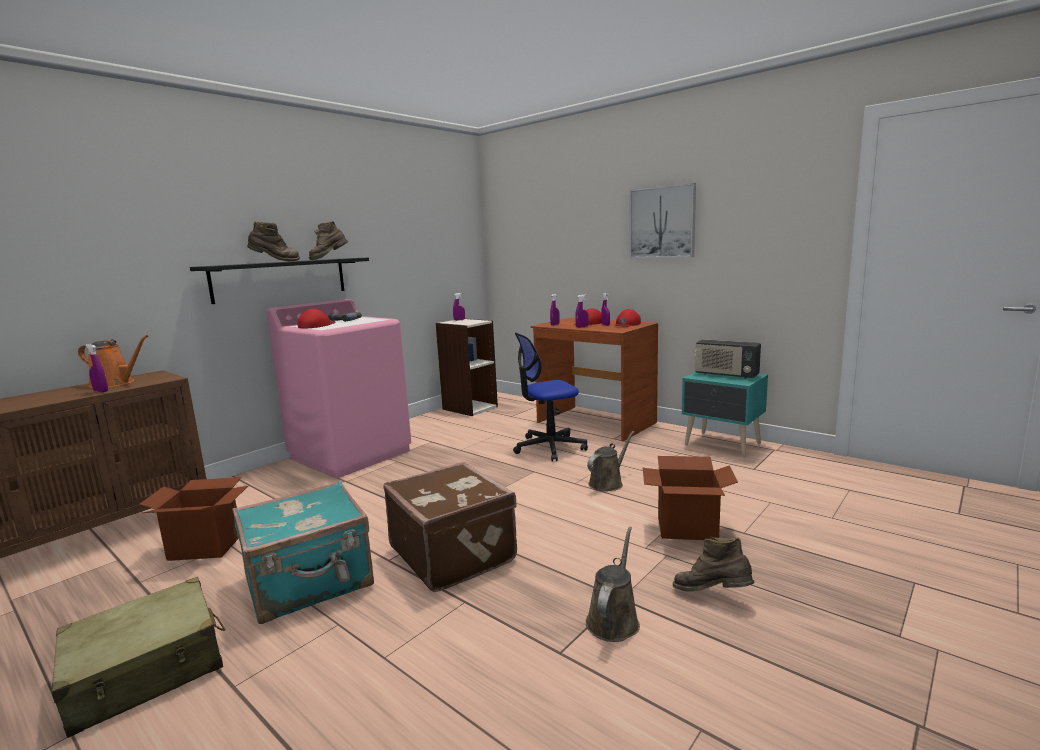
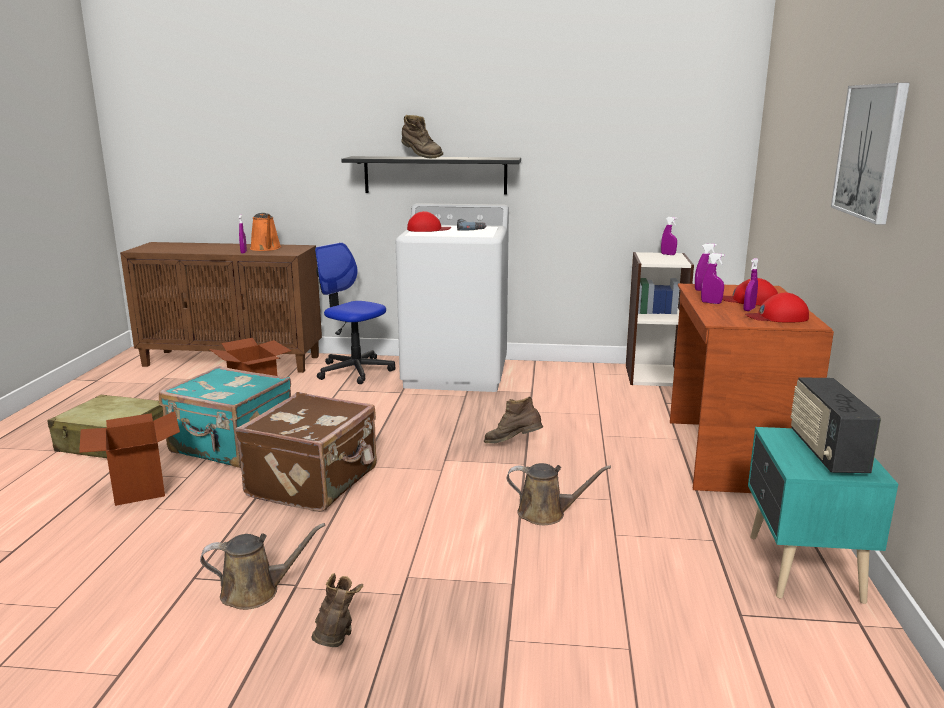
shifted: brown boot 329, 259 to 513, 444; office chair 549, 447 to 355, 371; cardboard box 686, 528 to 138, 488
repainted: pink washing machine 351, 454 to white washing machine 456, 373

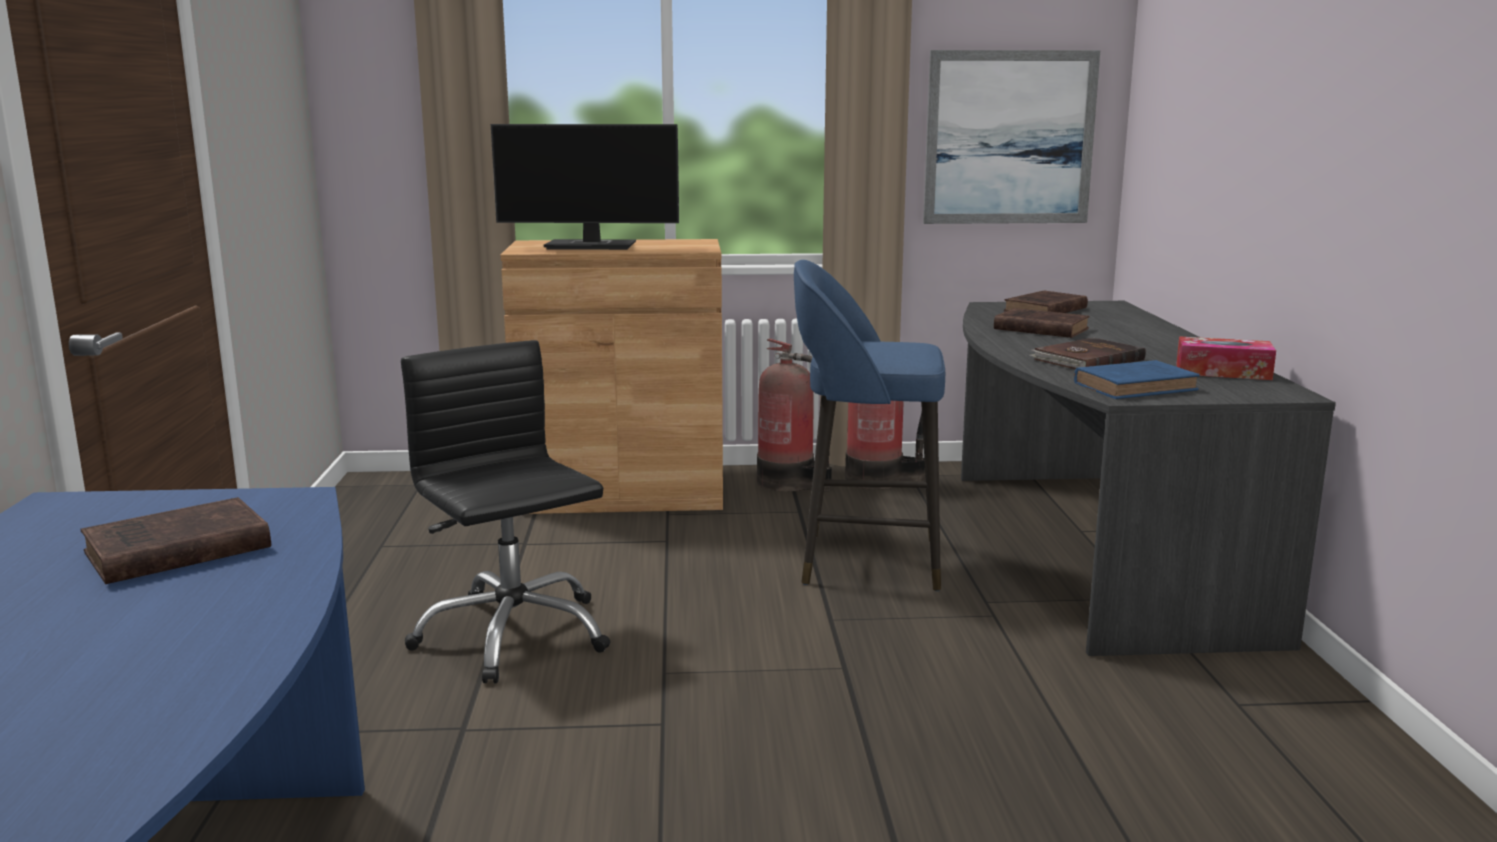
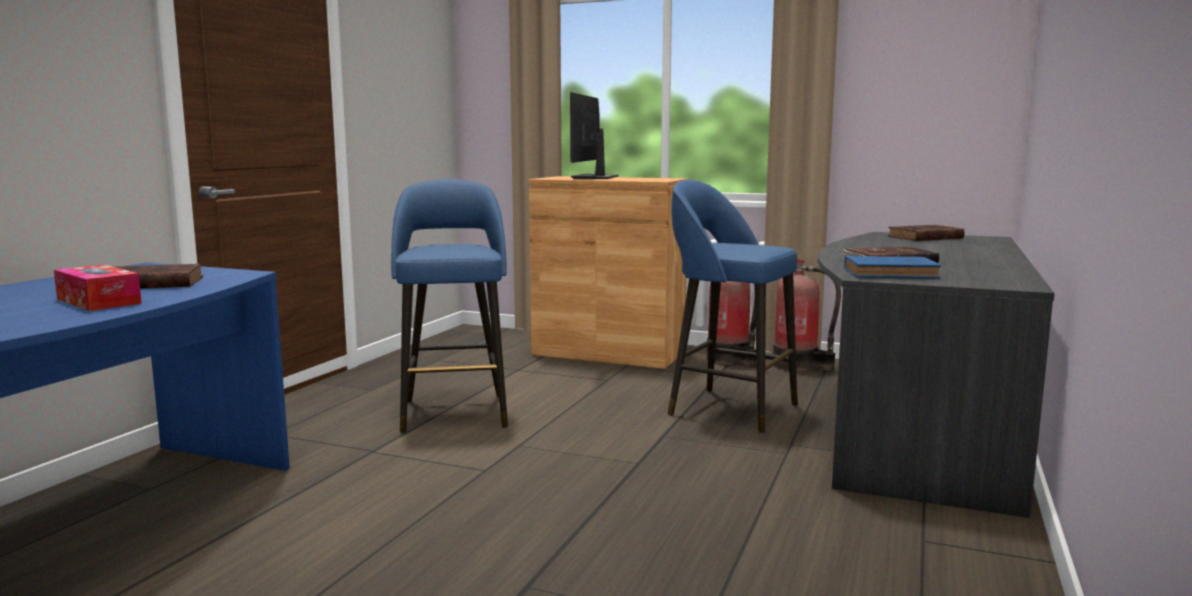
gone: picture 1009, 138; brown book 1038, 329
shifted: tissue box 1223, 372 to 98, 301
swapped: black office chair 512, 635 to blue stool 455, 412
rotated: monitor 593, 246 = 595, 178 75 degrees clockwise

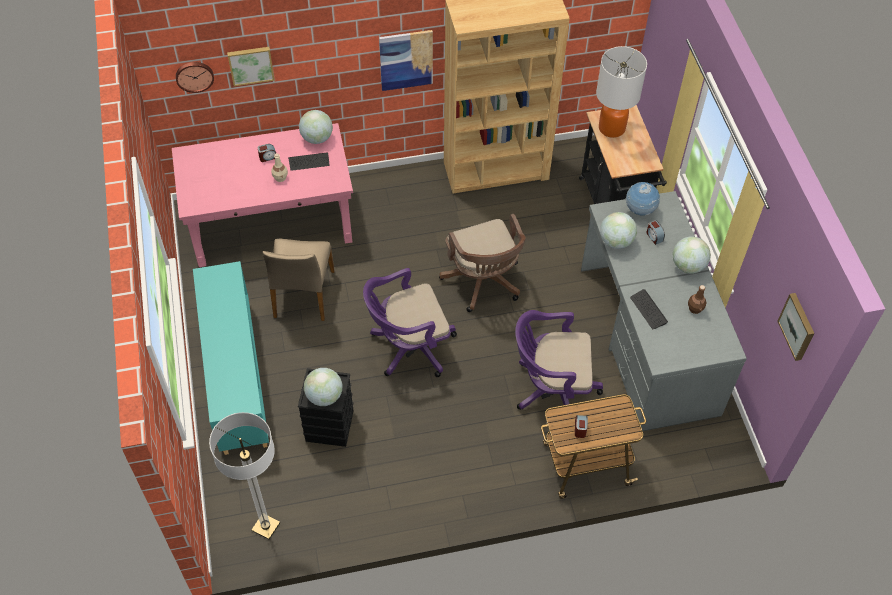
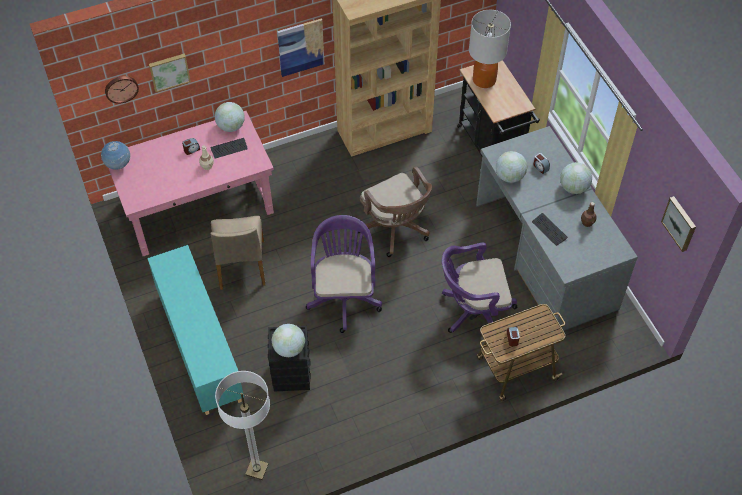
shifted: globe 640, 210 to 118, 165
rotated: purple office chair 408, 347 = 344, 296 120 degrees clockwise

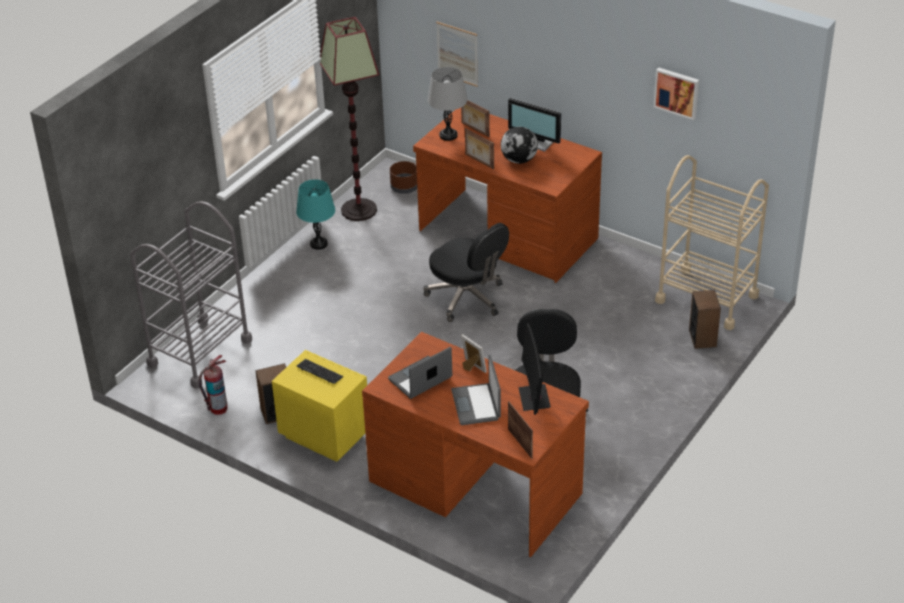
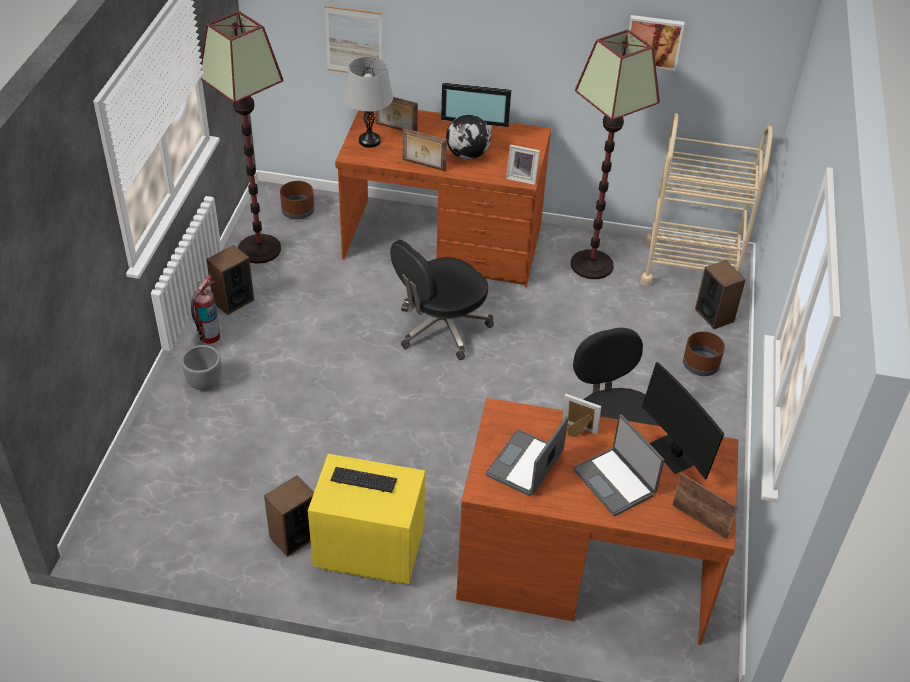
gone: grey cart 199, 352
new: floor lamp 592, 265; picture frame 522, 178; brown planter 701, 365; grey planter 204, 382
shifted: fire extinguisher 218, 408 to 209, 337
swapped: turquoise table lamp 319, 244 to speaker 233, 301
rotated: black office chair 467, 298 = 441, 328 120 degrees clockwise

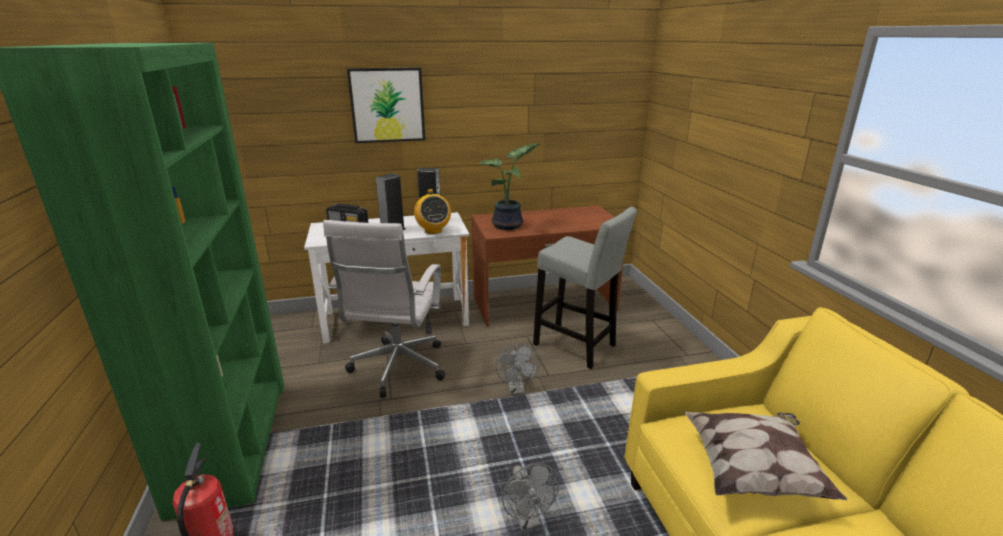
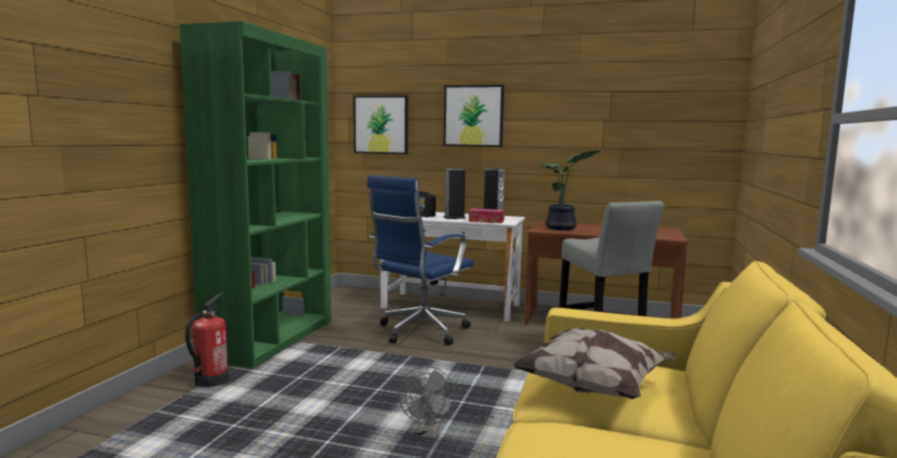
gone: grey fan 516, 390
new: picture 381, 124
swapped: radio 433, 231 to tissue box 486, 221
repainted: white office chair 397, 370 to blue office chair 420, 332

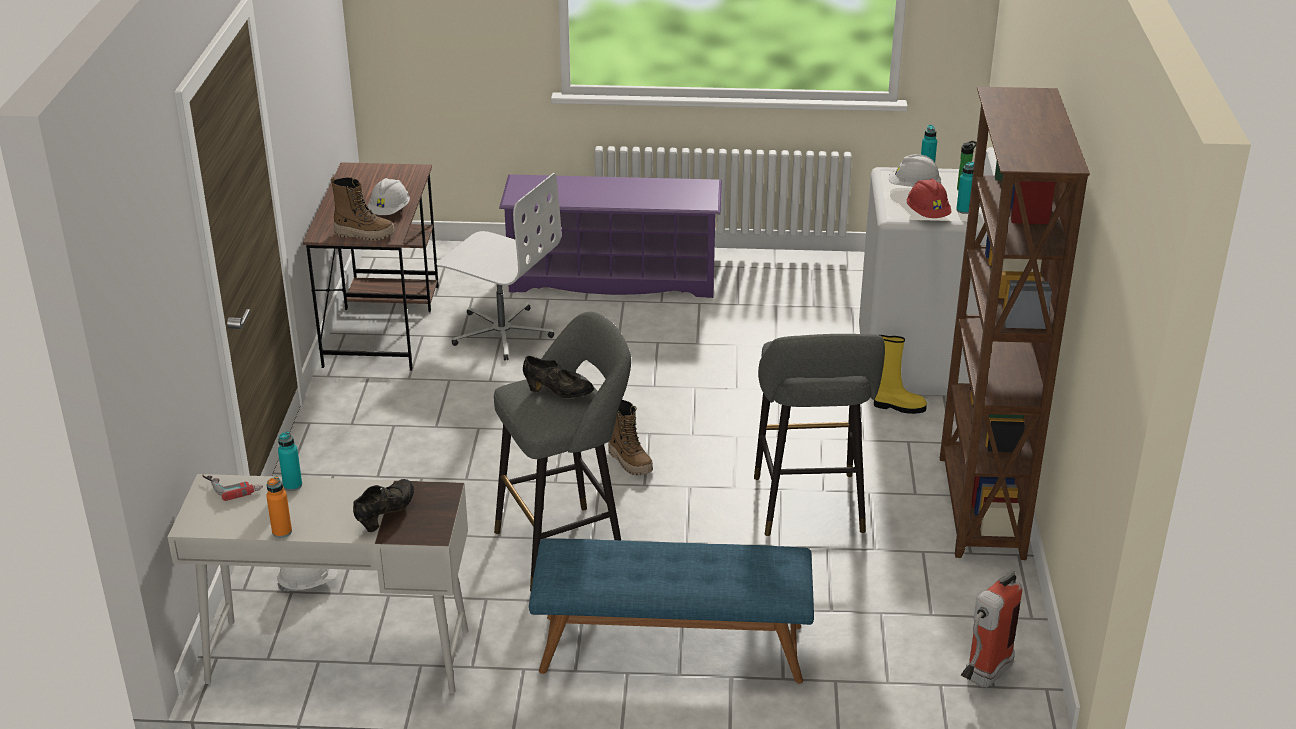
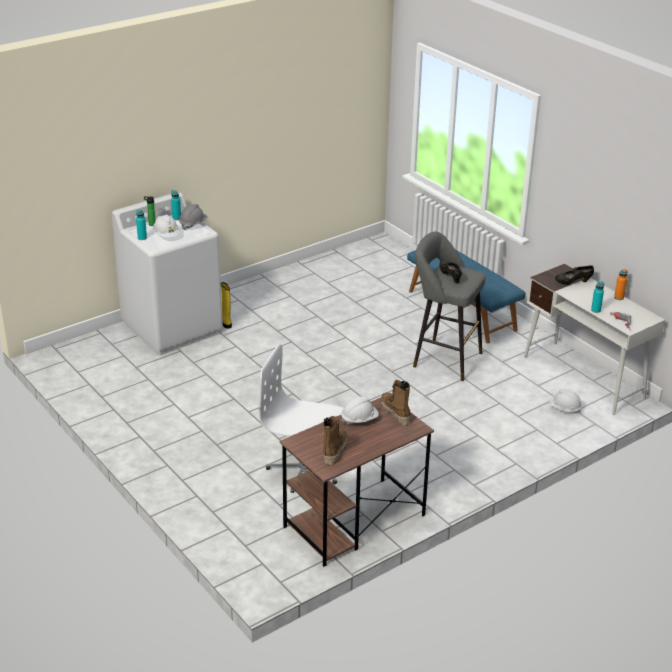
gone: brown bookcase 979, 508; purple shoe rack 613, 278; grey stool 810, 509; fire extinguisher 982, 678
shifted: boot 630, 462 to 334, 450
repainted: red hard hat 927, 214 to grey hard hat 193, 224
rotated: white office chair 502, 332 = 305, 470 60 degrees counterclockwise

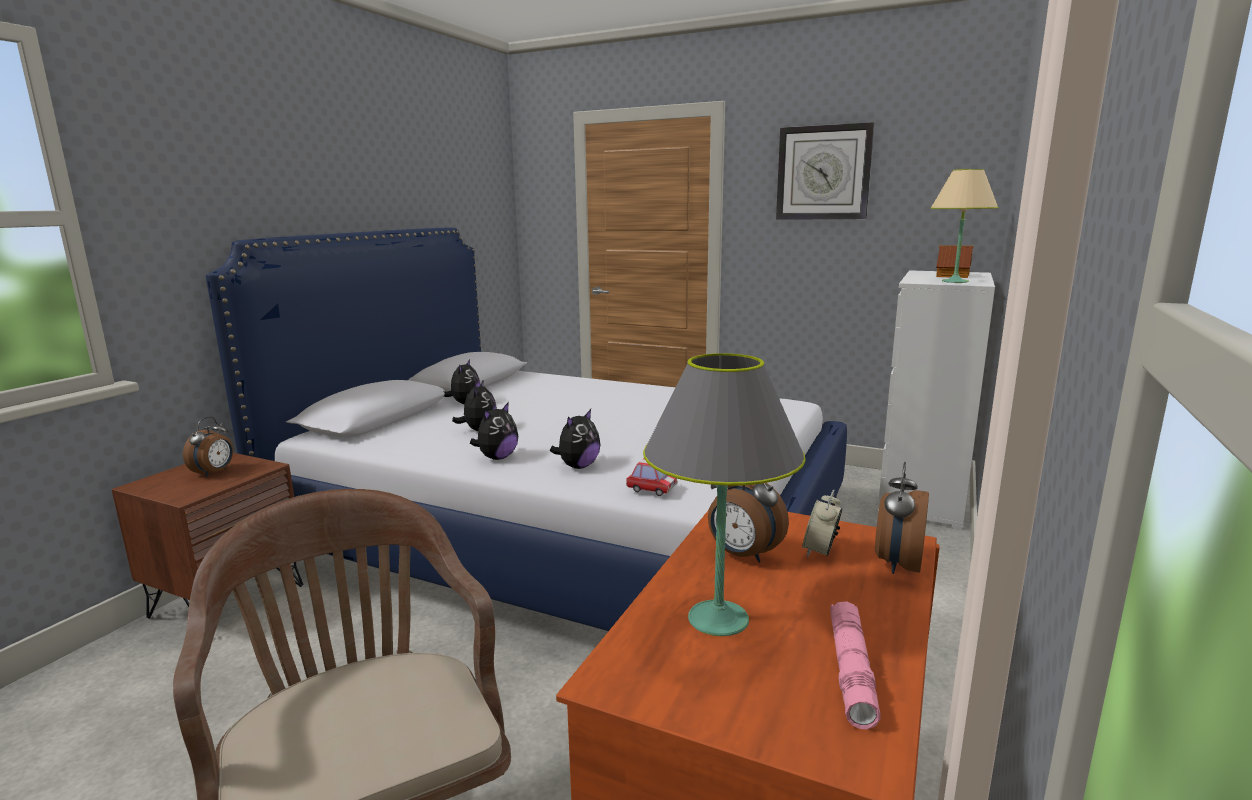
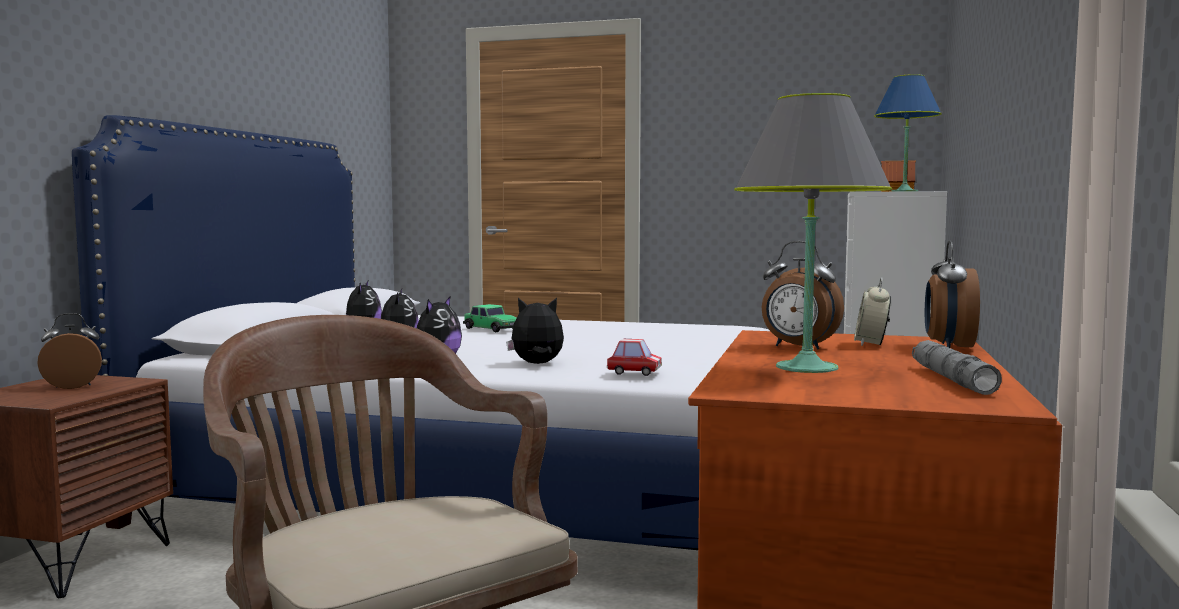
gone: wall clock 823, 173
new: toy car 492, 329
repainted: beige table lamp 955, 281 to blue table lamp 904, 191; pink flashlight 851, 670 to grey flashlight 952, 379
rotated: plush toy 578, 466 = 537, 364 120 degrees counterclockwise; alarm clock 214, 472 = 73, 386 120 degrees counterclockwise

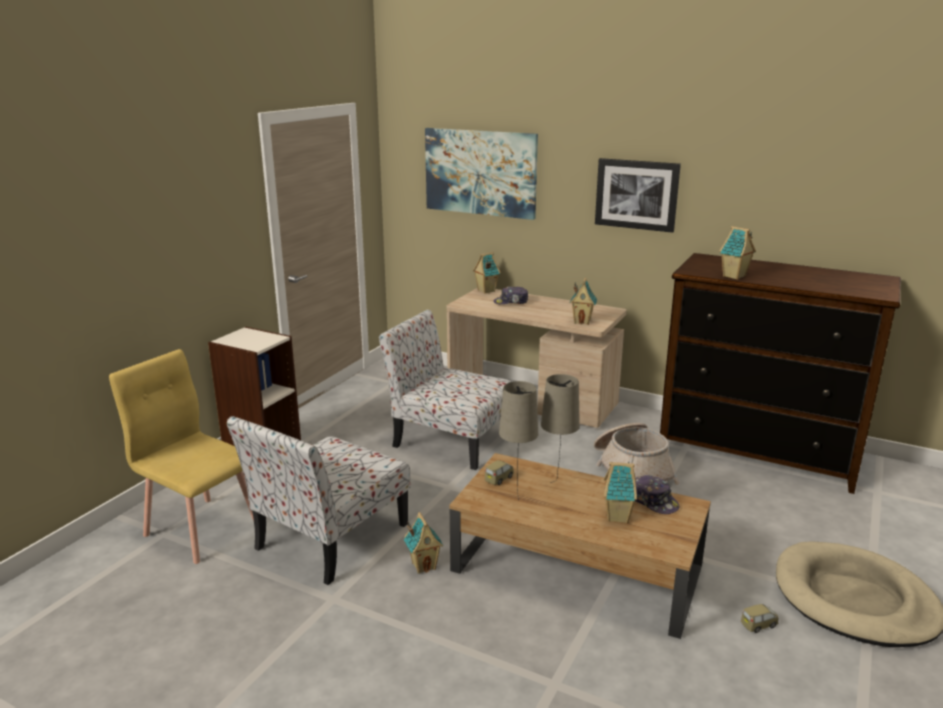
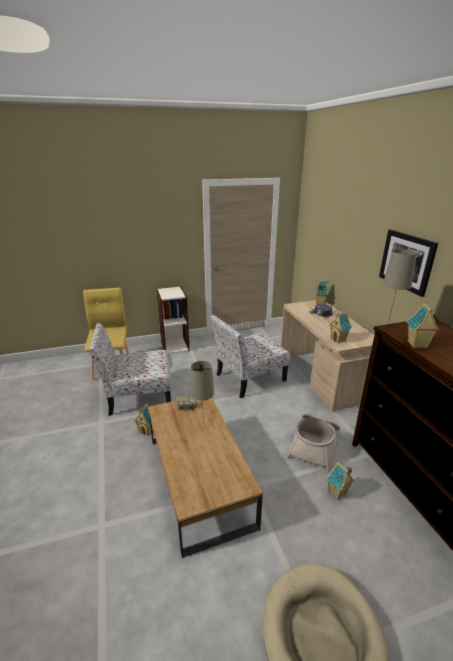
gone: picture 480, 172; cap 653, 501; toy car 759, 625
shifted: beige table lamp 516, 494 to 387, 328; toy house 618, 517 to 337, 493
rotated: chair 450, 440 = 249, 378 105 degrees counterclockwise

